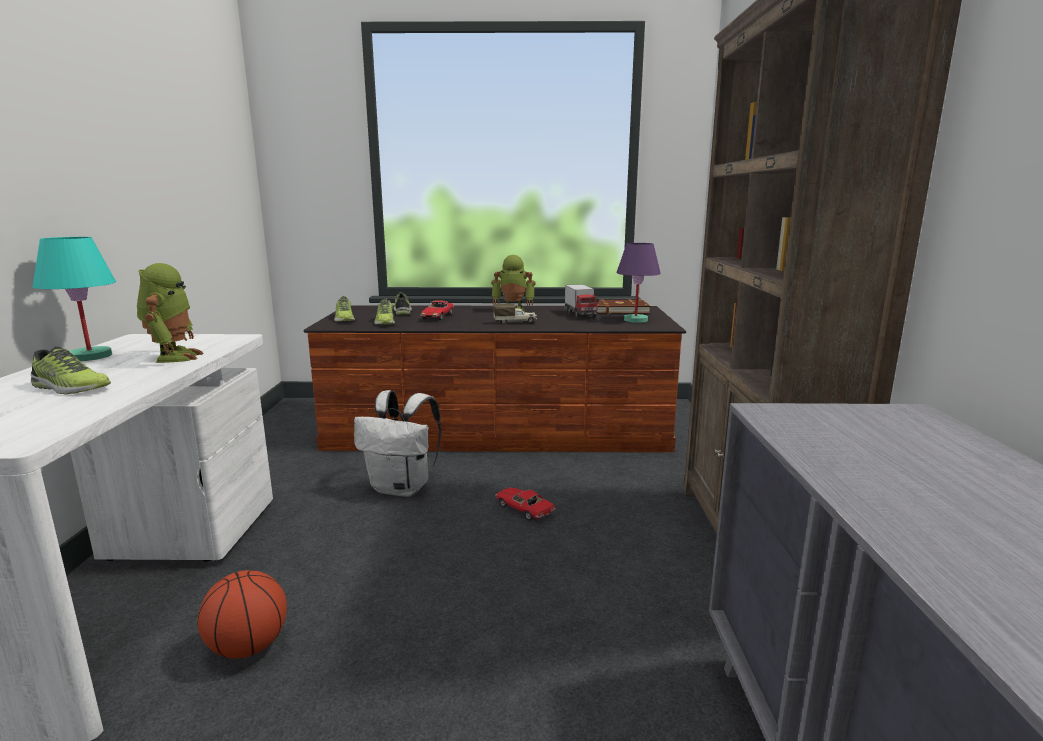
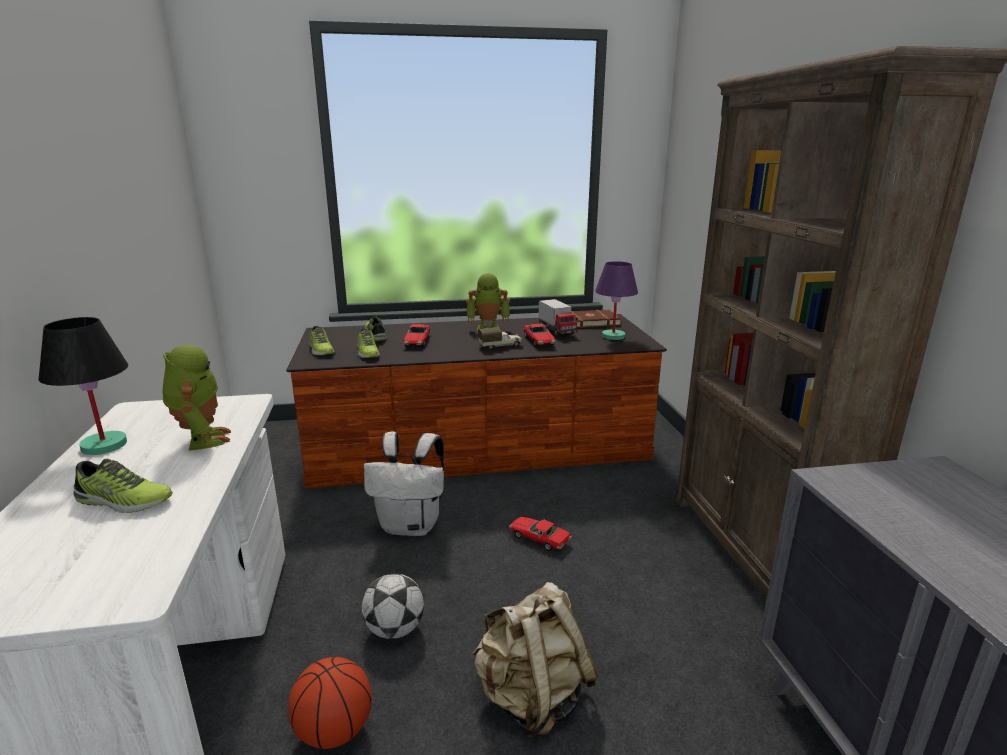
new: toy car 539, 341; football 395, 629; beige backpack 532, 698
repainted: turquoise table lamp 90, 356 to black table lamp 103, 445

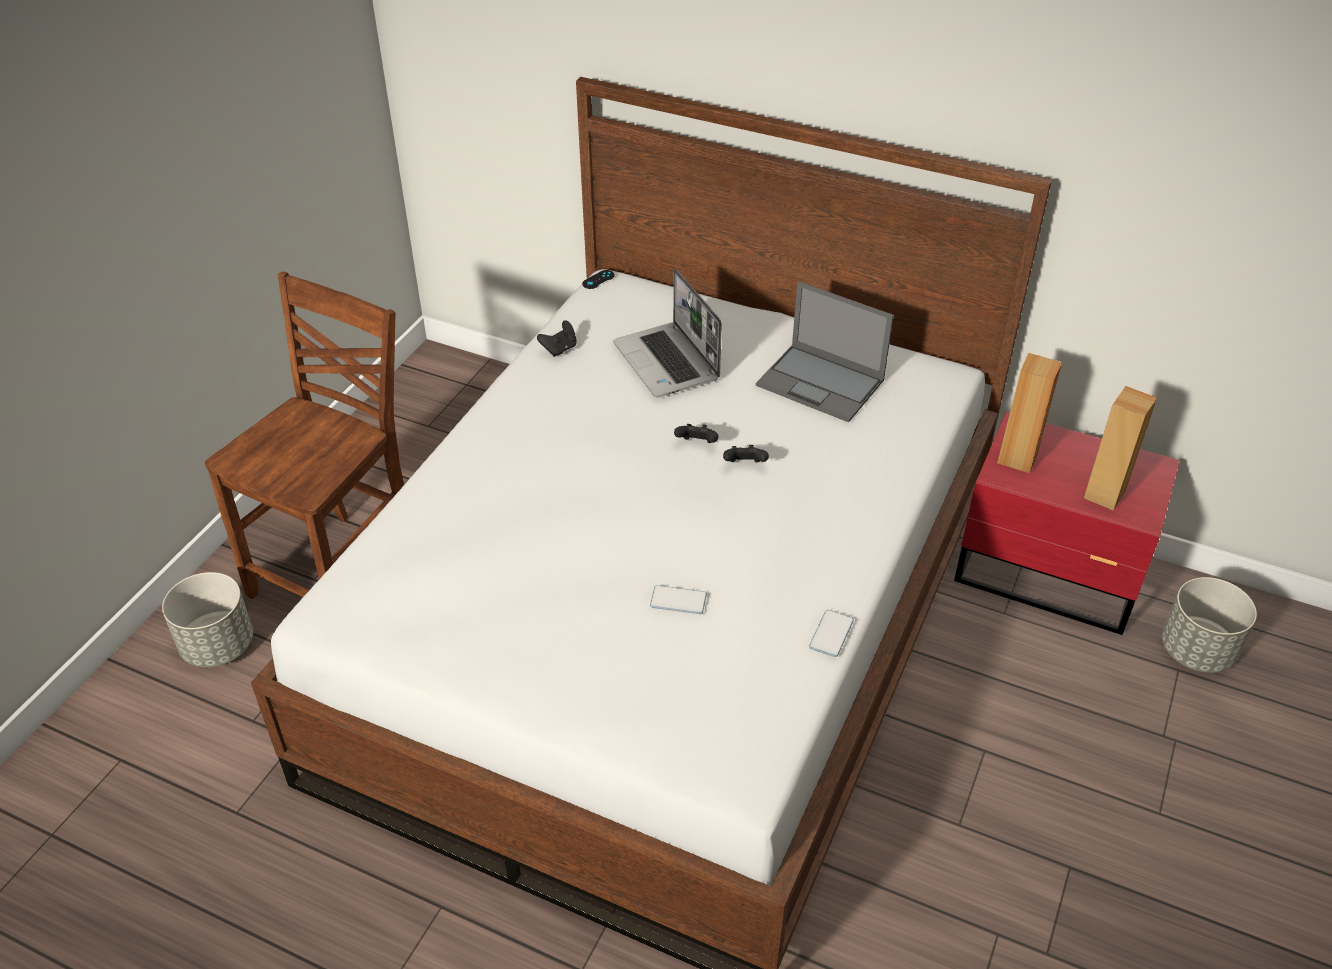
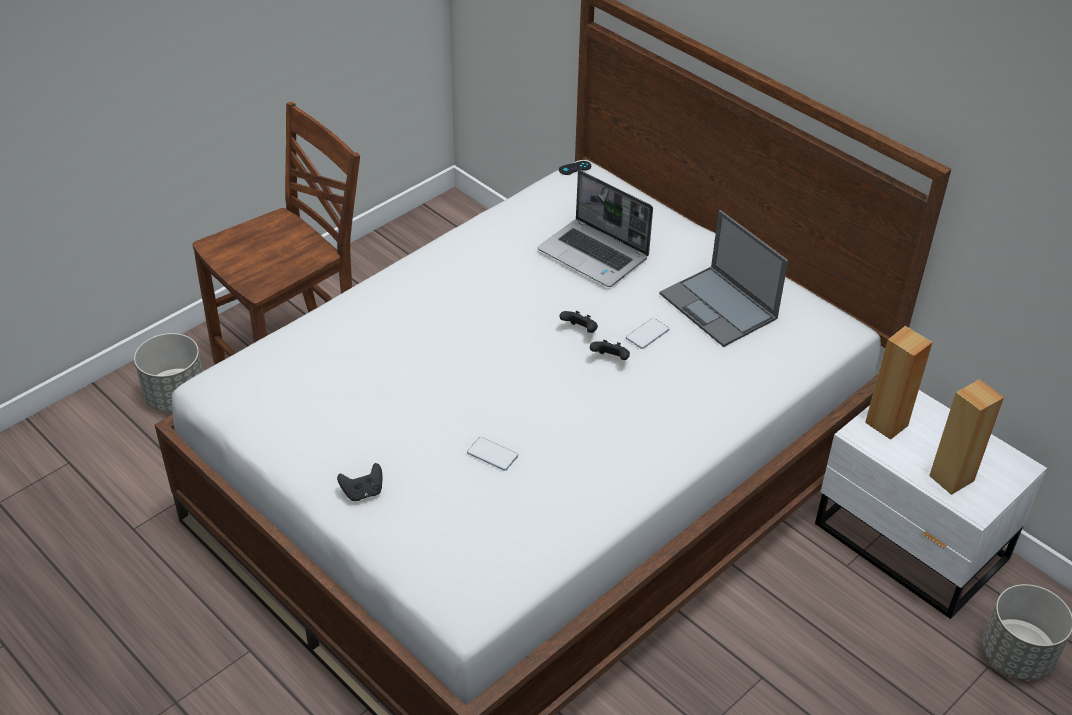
shifted: black game controller 559, 349 to 363, 492; phone 831, 634 to 647, 334
repainted: red nightstand 1050, 574 to white nightstand 911, 545
rotated: laptop 668, 362 = 594, 255 45 degrees counterclockwise

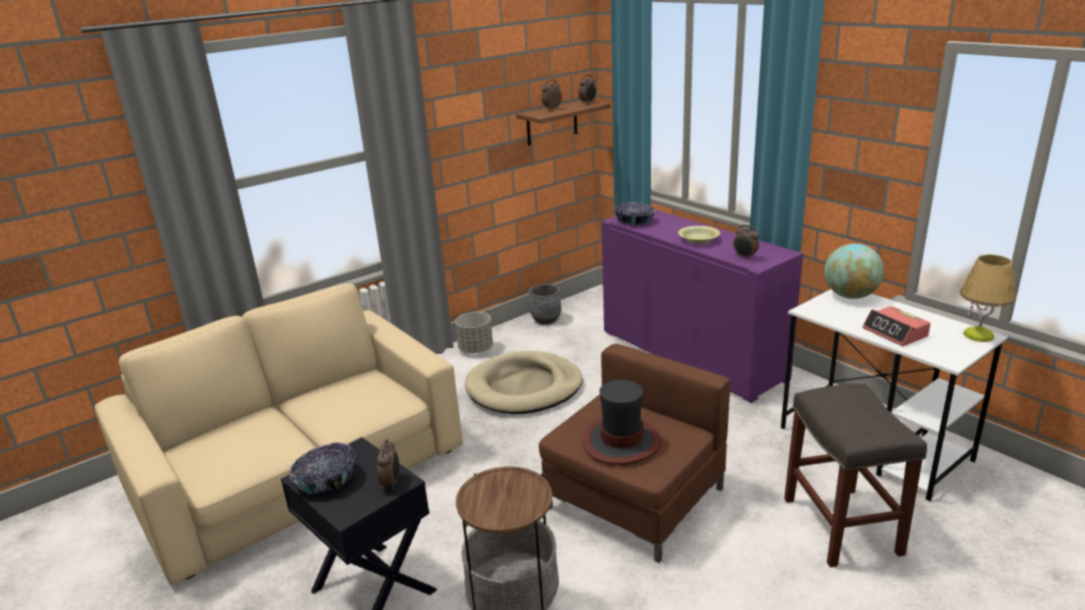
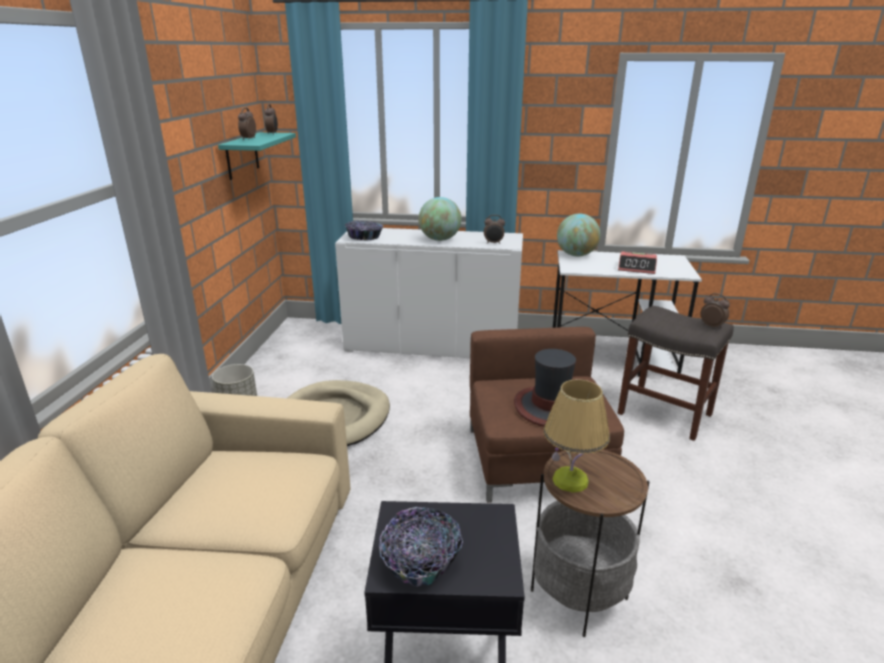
gone: grey planter 546, 319
shifted: table lamp 978, 335 to 570, 480; alarm clock 391, 483 to 712, 326
swapped: yellow bowl 698, 240 to globe 440, 239
repainted: brown shelf 552, 123 to turquoise shelf 242, 156; purple cabinet 691, 355 to white cabinet 432, 345

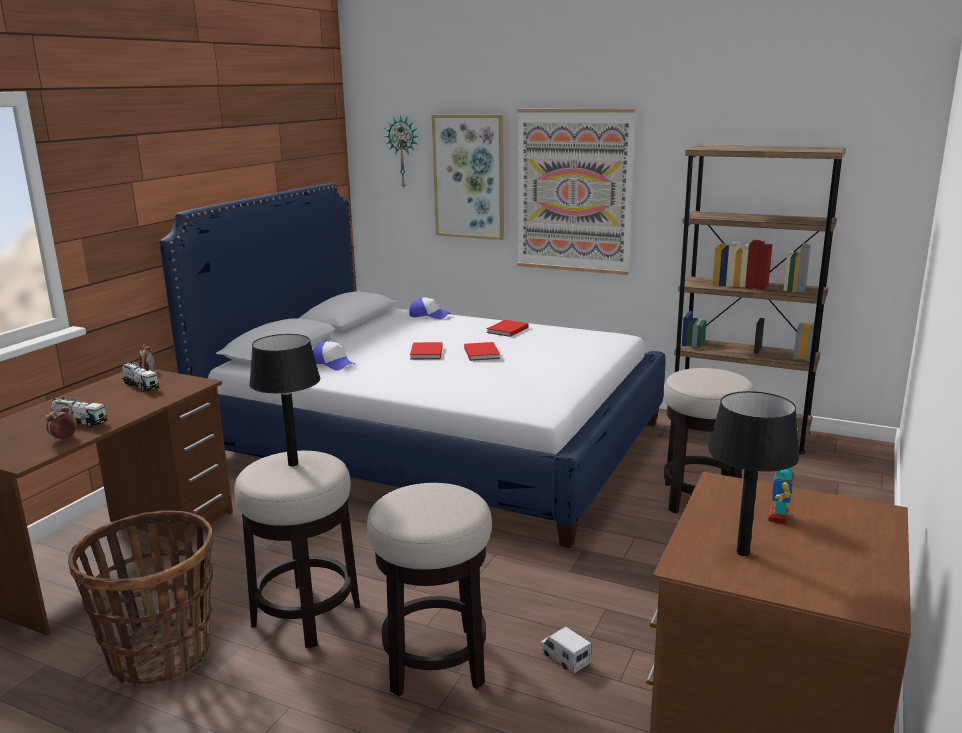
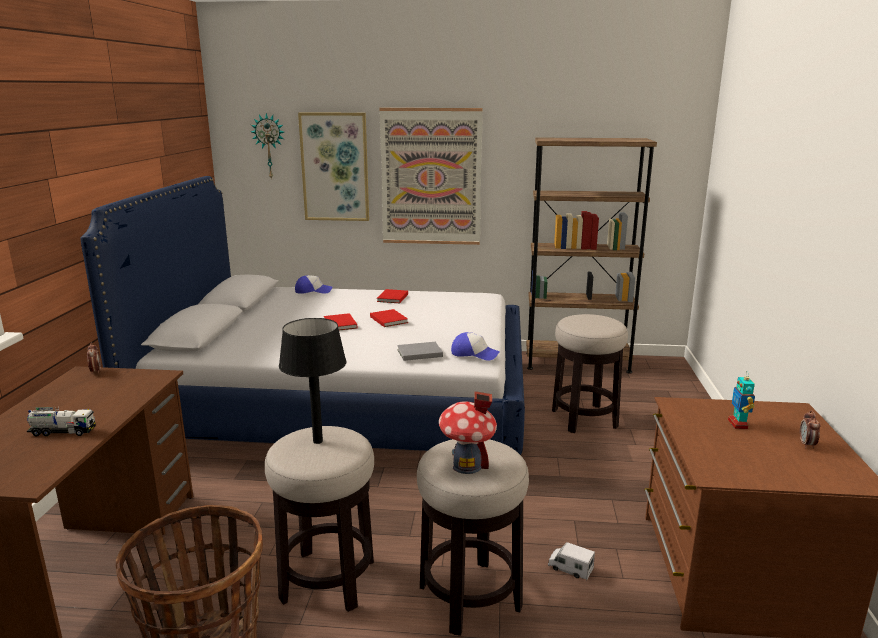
gone: toy truck 141, 386; black table lamp 743, 552
new: grey book 418, 353; toy house 467, 465
shifted: cap 333, 363 to 474, 354; alarm clock 64, 439 to 807, 445

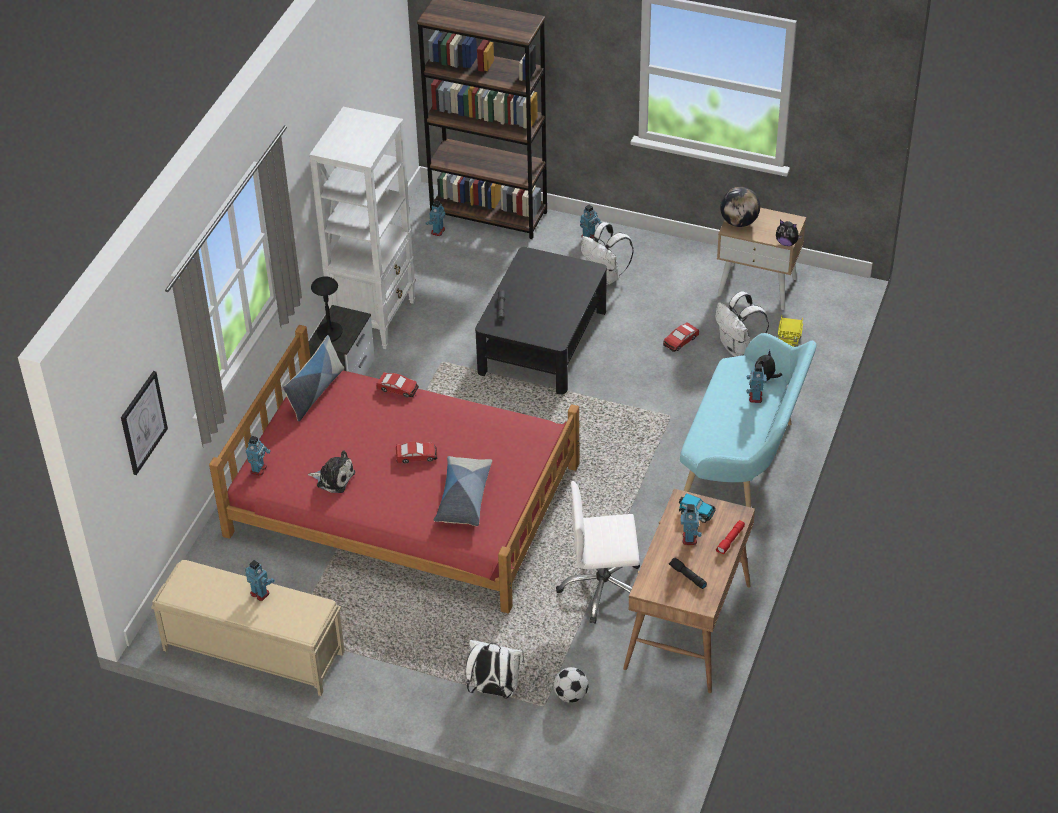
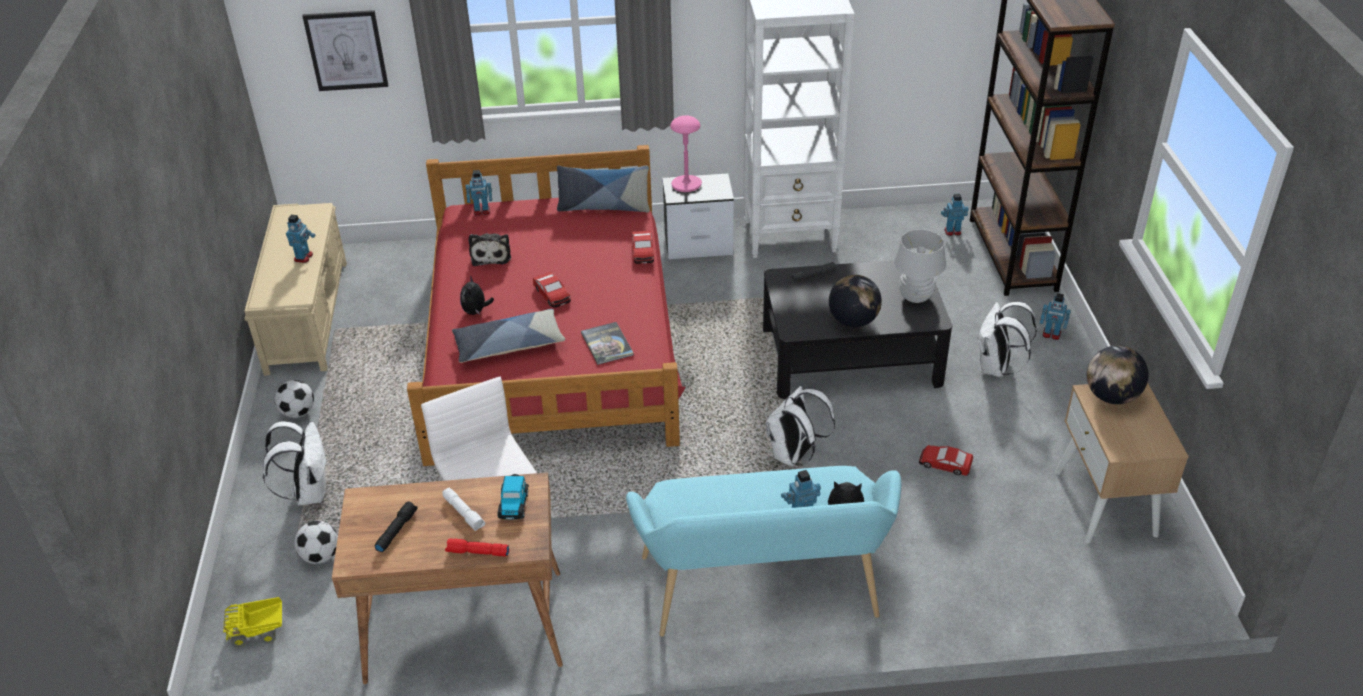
new: white table lamp 915, 297; globe 853, 321; book 607, 344; football 298, 412
shifted: plush toy 787, 243 to 476, 311; white backpack 737, 347 to 794, 456; toy truck 789, 340 to 259, 632
swapped: toy robot 690, 538 to white flashlight 464, 513
repainted: black table lamp 330, 333 to pink table lamp 686, 185

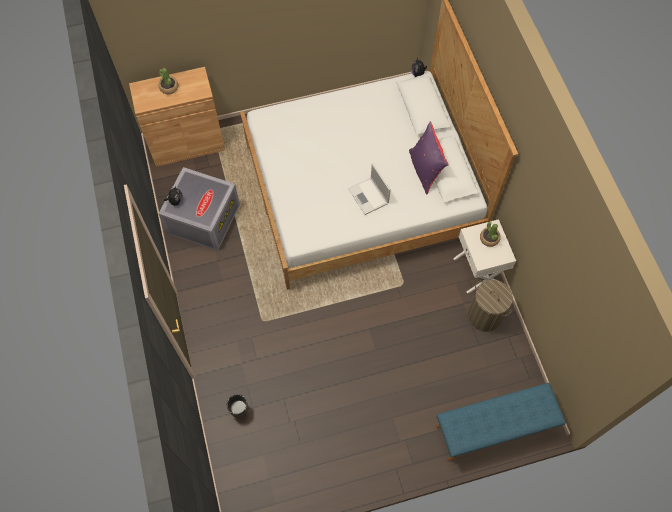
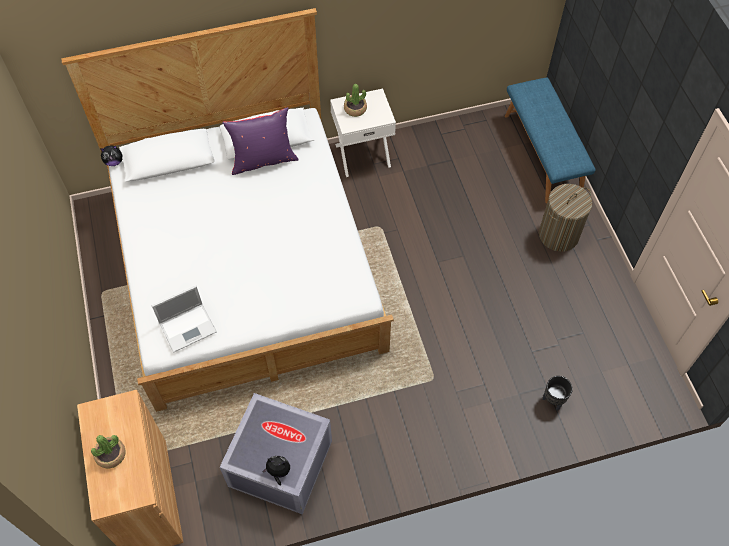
shifted: laptop 369, 196 to 188, 327; laundry basket 484, 315 to 558, 235

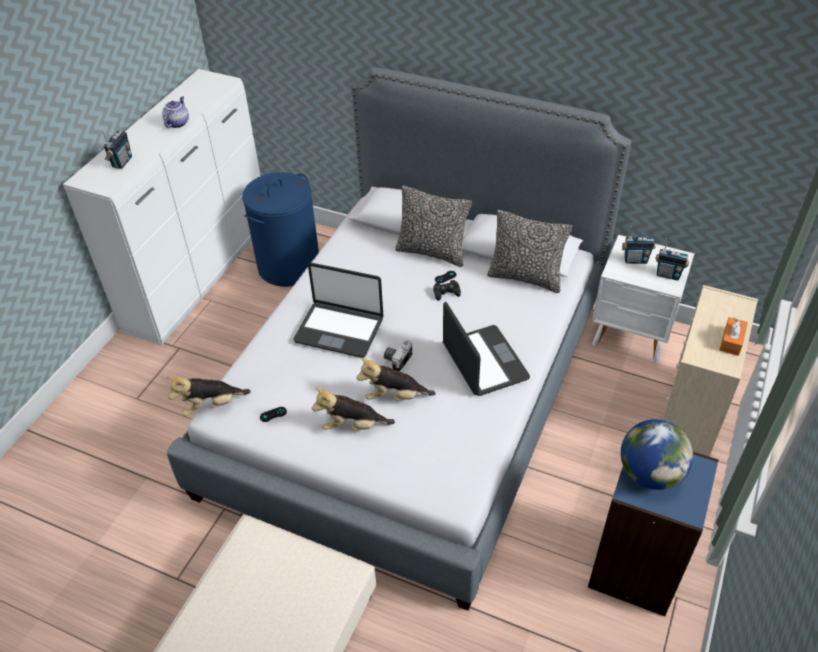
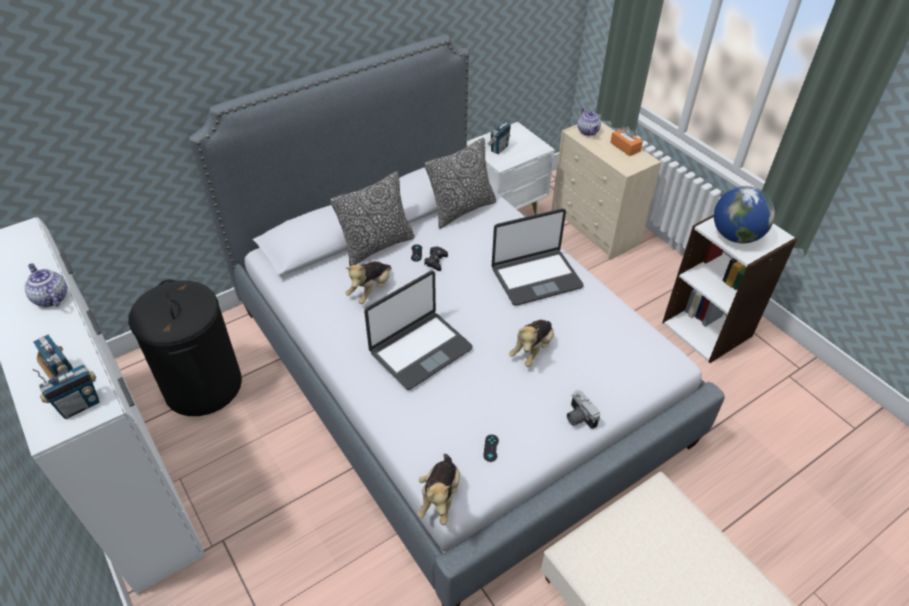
new: teapot 588, 132
shifted: radio 668, 275 to 80, 405; photo camera 397, 359 to 578, 417; plush toy 353, 426 to 370, 290
repainted: blue laundry basket 289, 266 to black laundry basket 203, 386; blue bookcase 636, 568 to white bookcase 707, 329
rotated: laptop 484, 362 = 536, 277 150 degrees clockwise

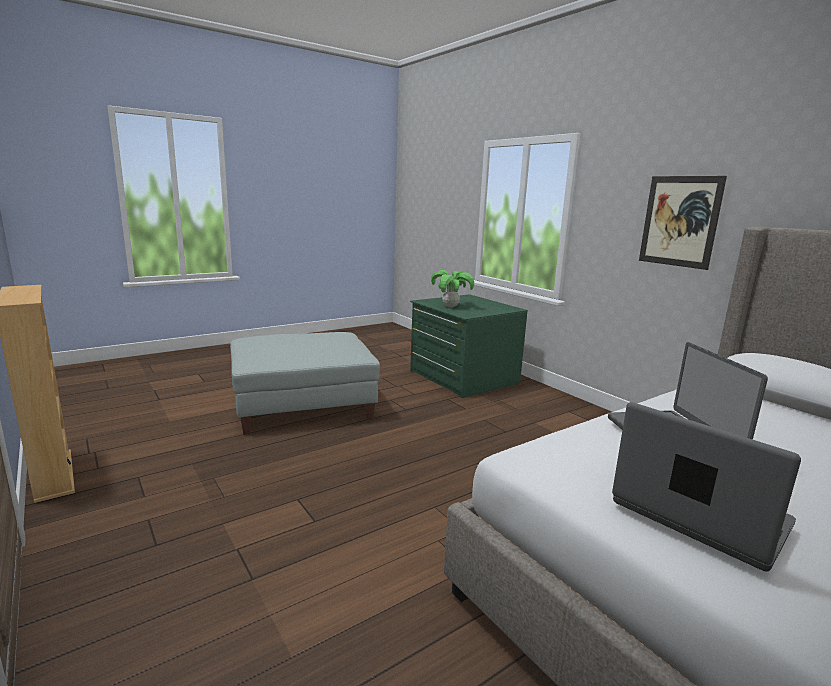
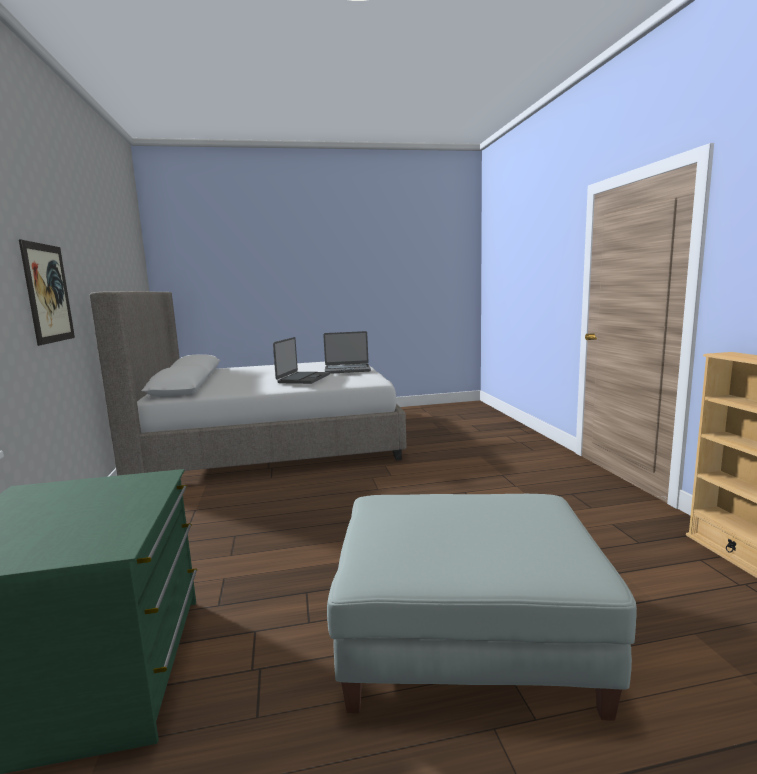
gone: potted plant 450, 306
rotated: laptop 699, 515 = 347, 369 75 degrees counterclockwise

